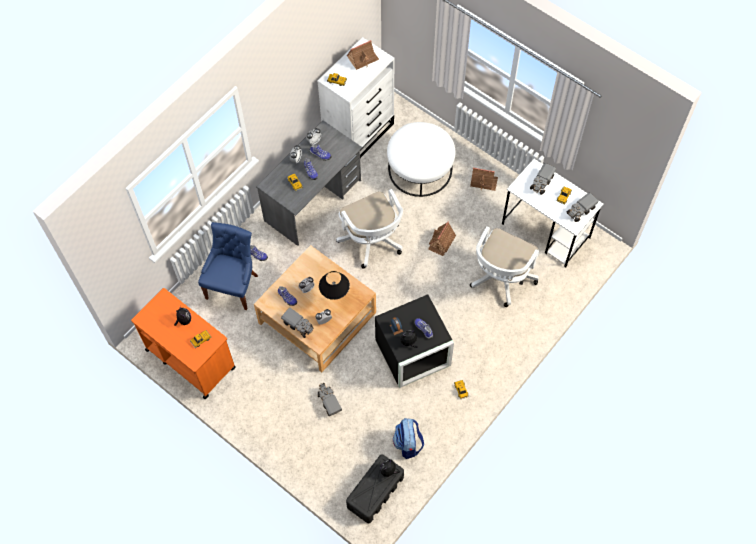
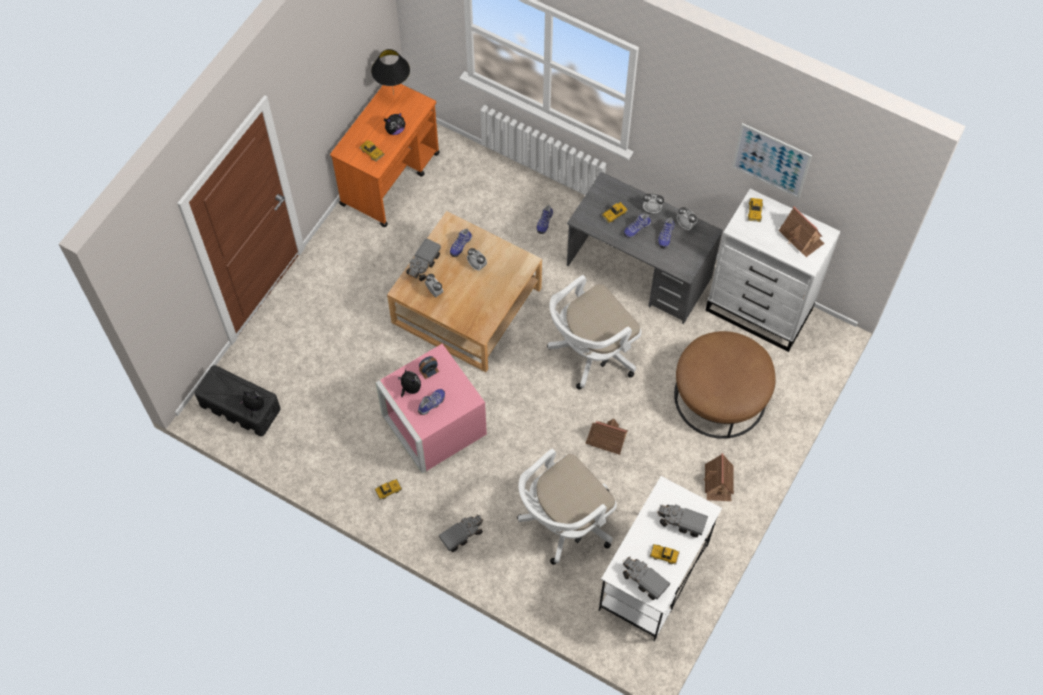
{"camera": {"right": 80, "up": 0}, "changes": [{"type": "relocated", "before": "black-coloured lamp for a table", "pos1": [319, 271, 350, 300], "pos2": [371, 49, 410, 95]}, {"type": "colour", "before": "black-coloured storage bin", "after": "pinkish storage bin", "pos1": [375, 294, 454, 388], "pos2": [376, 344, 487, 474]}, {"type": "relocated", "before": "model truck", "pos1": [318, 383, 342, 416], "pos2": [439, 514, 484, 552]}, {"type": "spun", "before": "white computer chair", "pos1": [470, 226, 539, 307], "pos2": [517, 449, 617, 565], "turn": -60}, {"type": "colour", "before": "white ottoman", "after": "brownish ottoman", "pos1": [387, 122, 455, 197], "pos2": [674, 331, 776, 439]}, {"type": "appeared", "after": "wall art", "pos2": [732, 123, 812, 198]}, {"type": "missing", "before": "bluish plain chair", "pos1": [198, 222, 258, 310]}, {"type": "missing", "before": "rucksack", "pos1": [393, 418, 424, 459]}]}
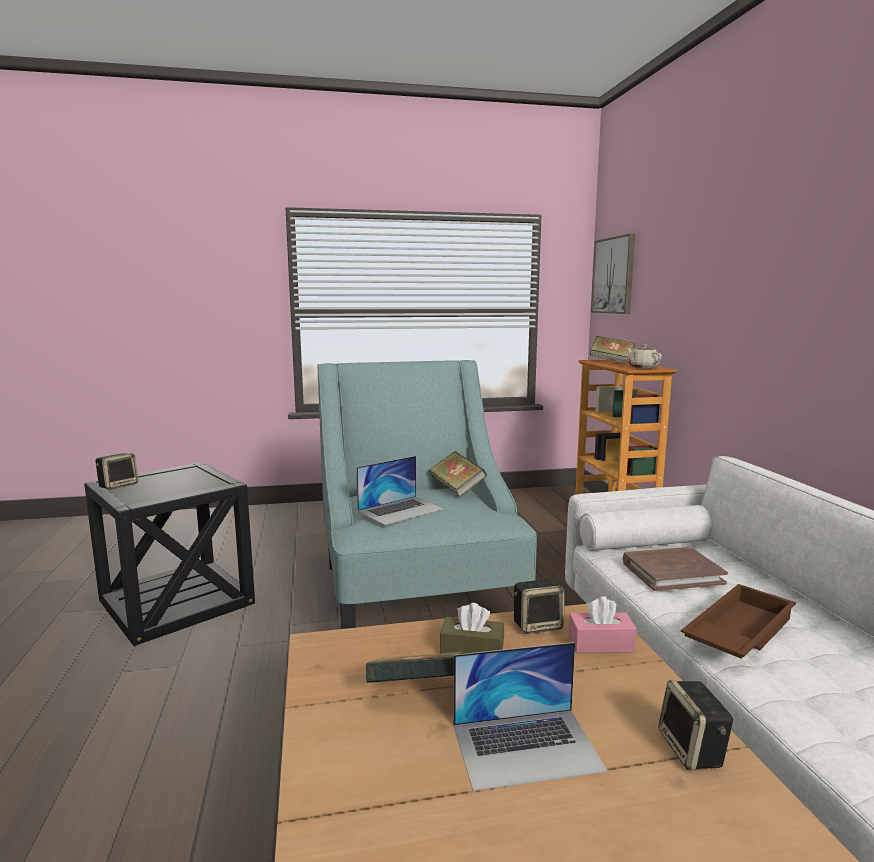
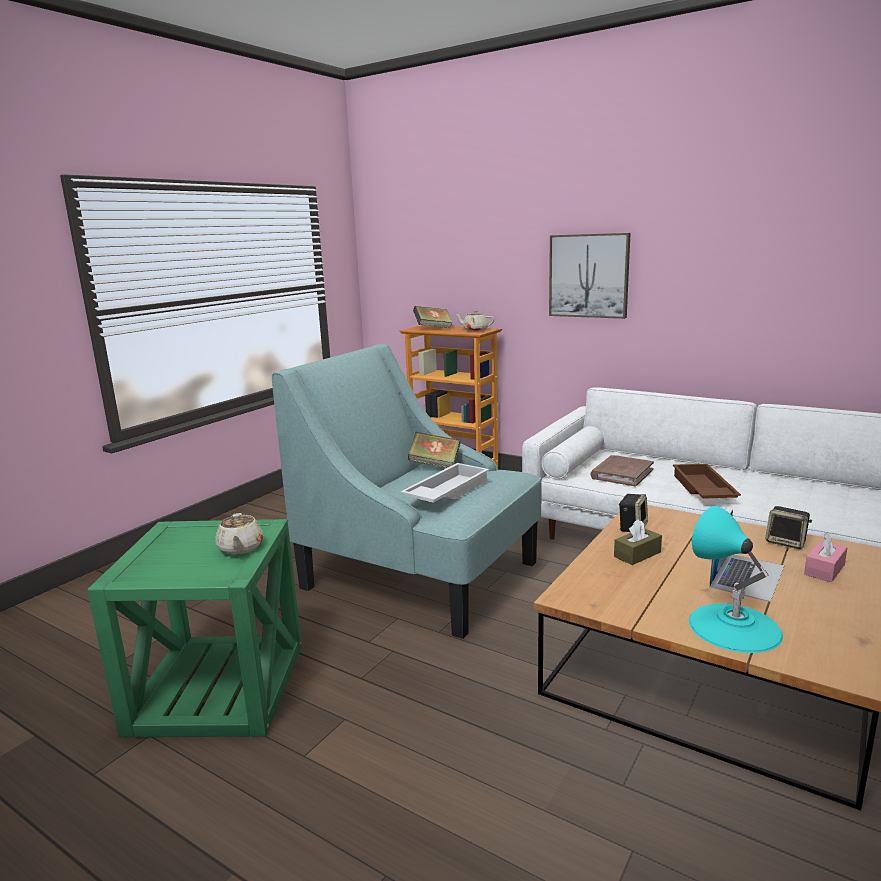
{"camera": {"right": -45, "up": 5}, "changes": [{"type": "colour", "before": "black-coloured end table", "after": "greenish end table", "pos1": [84, 462, 255, 646], "pos2": [87, 519, 302, 737]}, {"type": "appeared", "after": "beige tea pot", "pos2": [215, 513, 264, 555]}, {"type": "exchanged", "before": "portable computer", "after": "white serving tray", "pos1": [356, 456, 444, 525], "pos2": [400, 463, 489, 503]}, {"type": "relocated", "before": "wall art", "pos1": [591, 233, 635, 314], "pos2": [549, 233, 630, 319]}, {"type": "appeared", "after": "blue-green lamp for a table", "pos2": [689, 506, 783, 653]}, {"type": "relocated", "before": "pinkish tissue holder", "pos1": [568, 596, 637, 653], "pos2": [804, 532, 848, 582]}, {"type": "missing", "before": "speaker", "pos1": [95, 453, 138, 490]}, {"type": "missing", "before": "bound book", "pos1": [366, 651, 466, 683]}]}
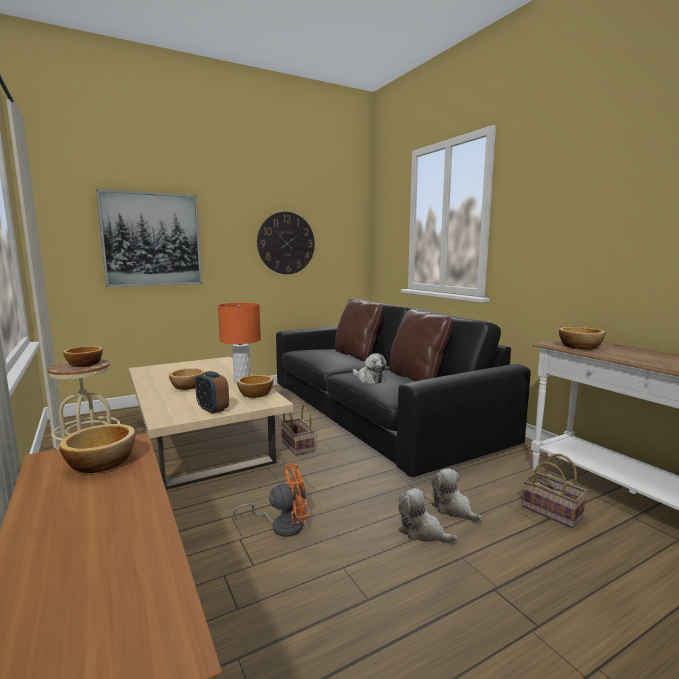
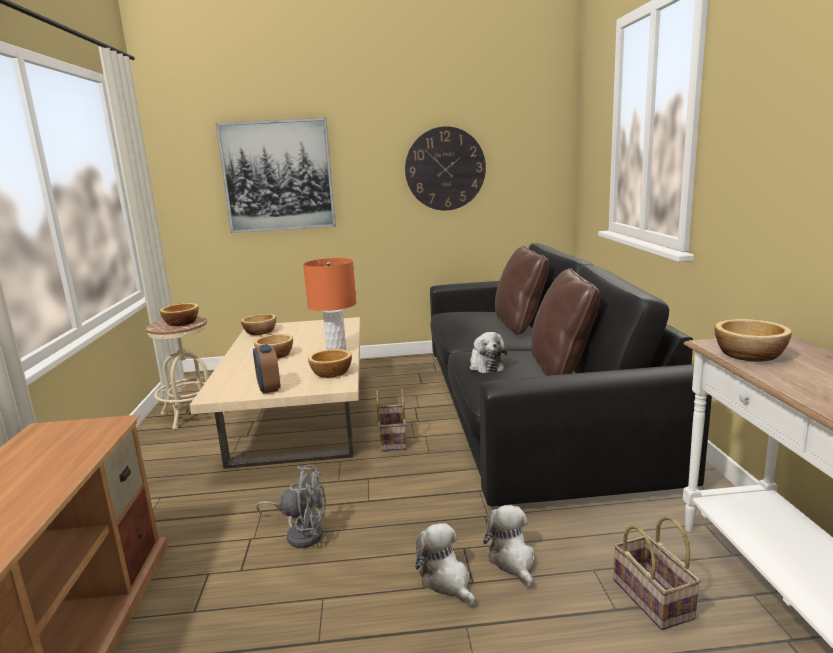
{"camera": {"right": 25, "up": 5}, "changes": [{"type": "relocated", "before": "serving bowl", "pos1": [59, 424, 135, 473], "pos2": [241, 314, 276, 335]}, {"type": "colour", "before": "orange cooling fan", "after": "gray cooling fan", "pos1": [233, 463, 311, 537], "pos2": [256, 465, 326, 548]}]}
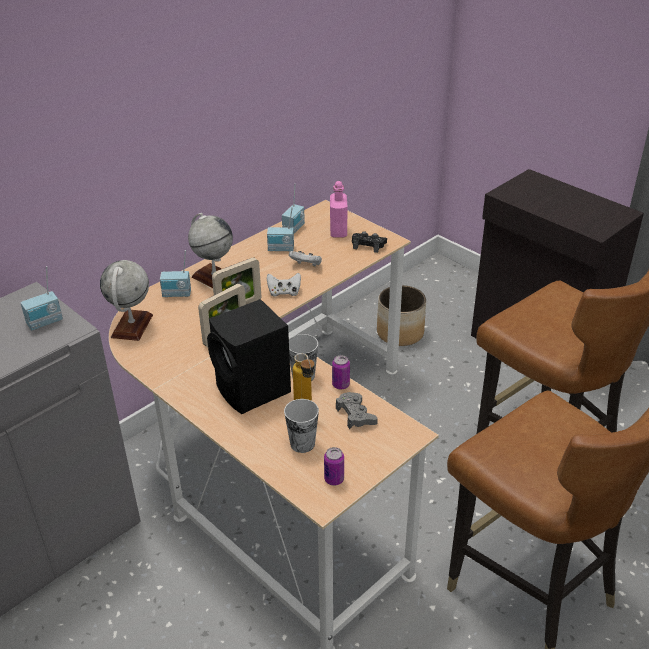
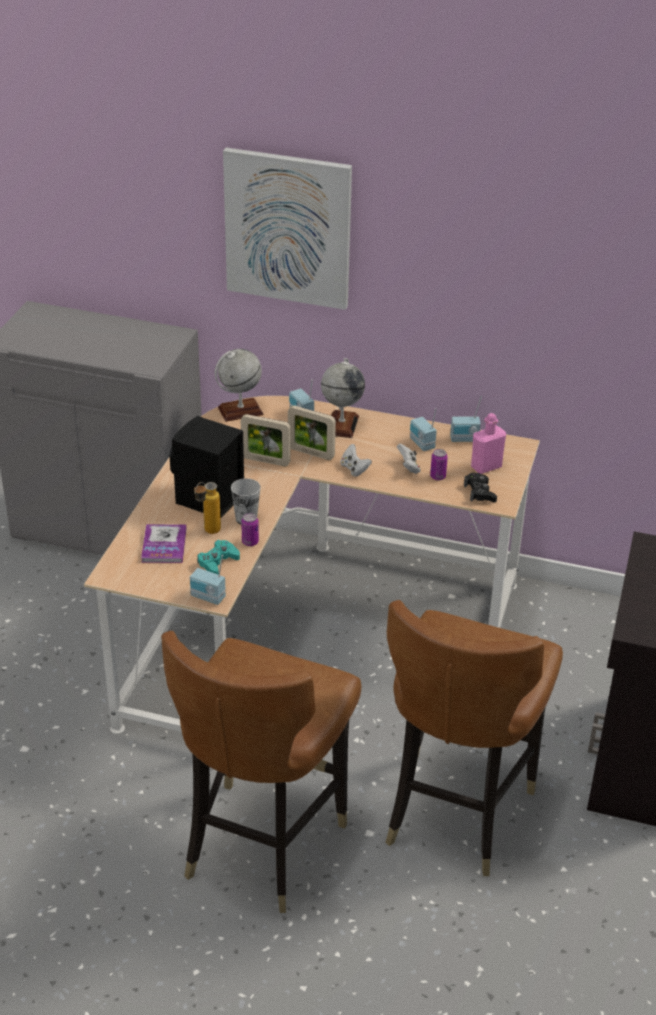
{"camera": {"right": 60, "up": 0}, "changes": [{"type": "exchanged", "before": "drinking cup", "after": "bound book", "pos1": [284, 399, 319, 453], "pos2": [141, 524, 186, 563]}, {"type": "relocated", "before": "radio set", "pos1": [20, 266, 63, 331], "pos2": [190, 555, 226, 605]}, {"type": "colour", "before": "gray gamepad", "after": "blue-green gamepad", "pos1": [336, 392, 378, 429], "pos2": [197, 540, 240, 575]}, {"type": "appeared", "after": "wall art", "pos2": [223, 147, 352, 310]}, {"type": "relocated", "before": "sealed can", "pos1": [324, 447, 344, 486], "pos2": [430, 449, 448, 480]}, {"type": "missing", "before": "flower pot", "pos1": [377, 285, 426, 346]}]}
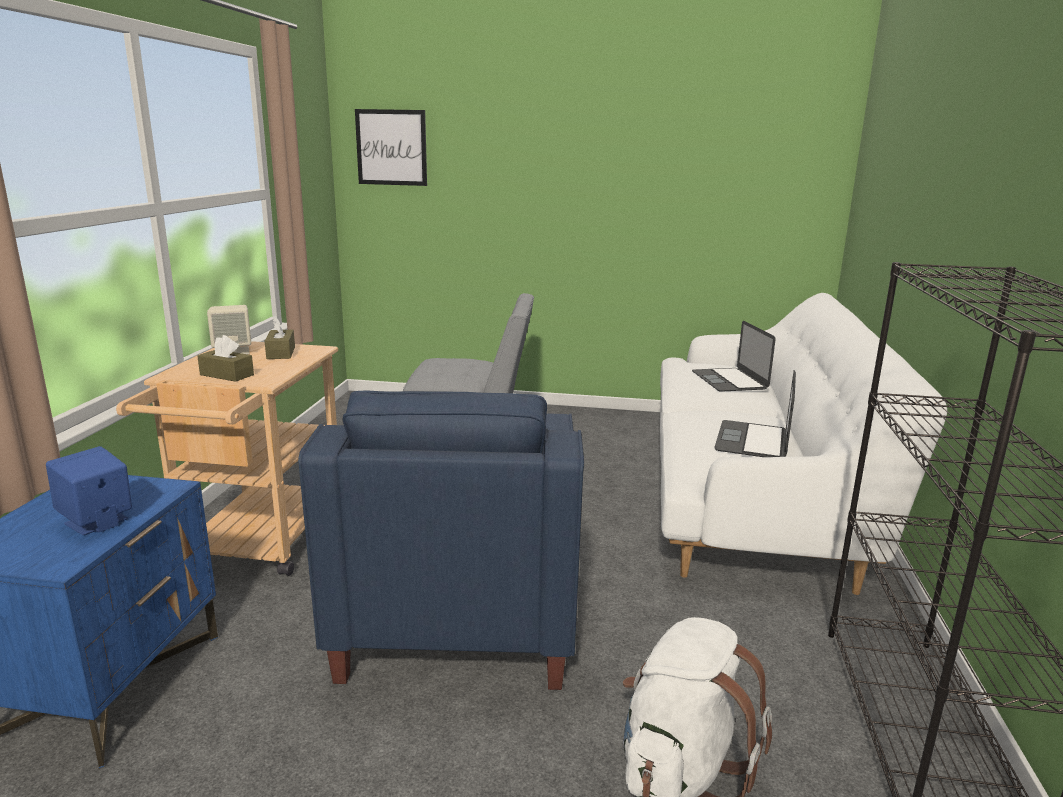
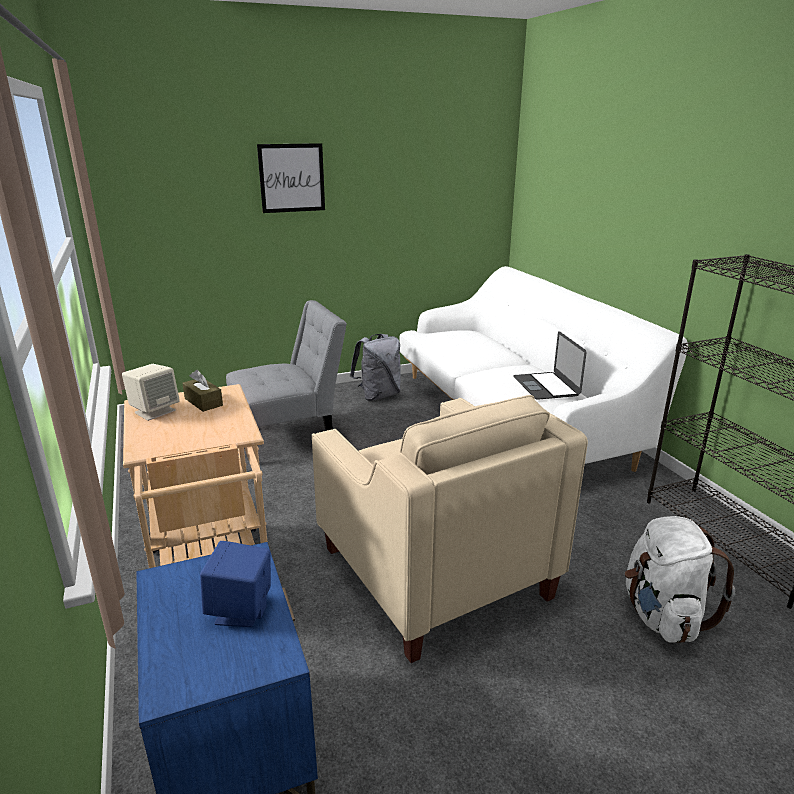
{"camera": {"right": -30, "up": 5}, "changes": [{"type": "relocated", "before": "wall art", "pos1": [355, 109, 427, 186], "pos2": [257, 143, 325, 213]}, {"type": "colour", "before": "bluish easy chair", "after": "beige easy chair", "pos1": [298, 391, 584, 690], "pos2": [312, 395, 588, 663]}, {"type": "appeared", "after": "gray rucksack", "pos2": [350, 334, 401, 401]}, {"type": "missing", "before": "brownish tissue holder", "pos1": [197, 335, 254, 382]}, {"type": "missing", "before": "portable computer", "pos1": [692, 321, 776, 392]}]}
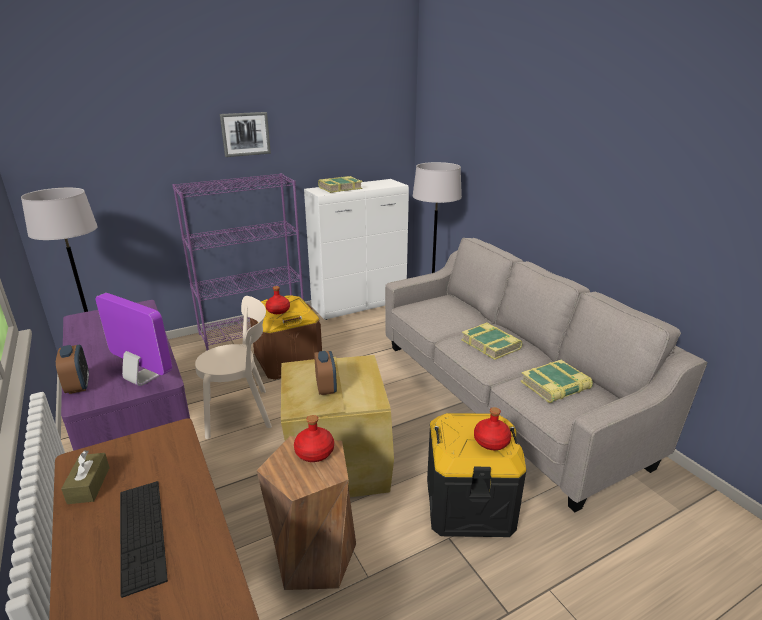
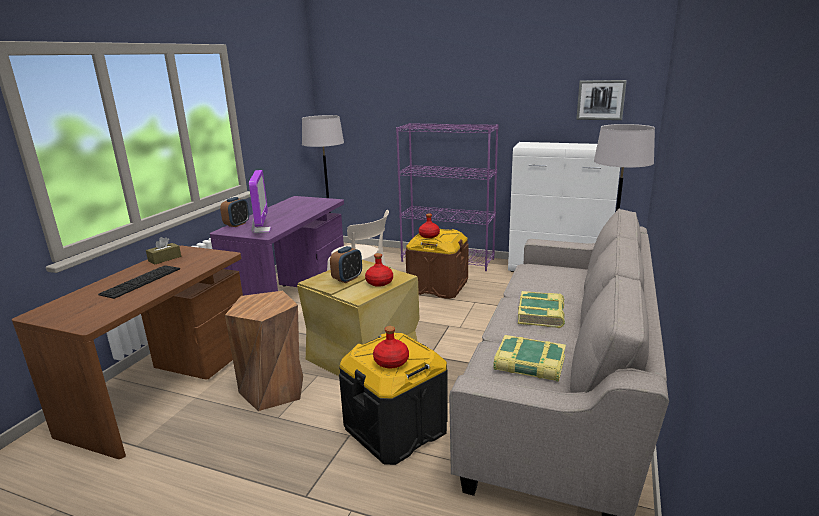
{"camera": {"right": 50, "up": -5}, "changes": [{"type": "relocated", "before": "red-coloured beverage bottle", "pos1": [294, 415, 334, 462], "pos2": [365, 253, 393, 287]}, {"type": "relocated", "before": "wall art", "pos1": [220, 112, 271, 157], "pos2": [576, 80, 627, 120]}, {"type": "missing", "before": "bound book", "pos1": [318, 176, 363, 193]}]}
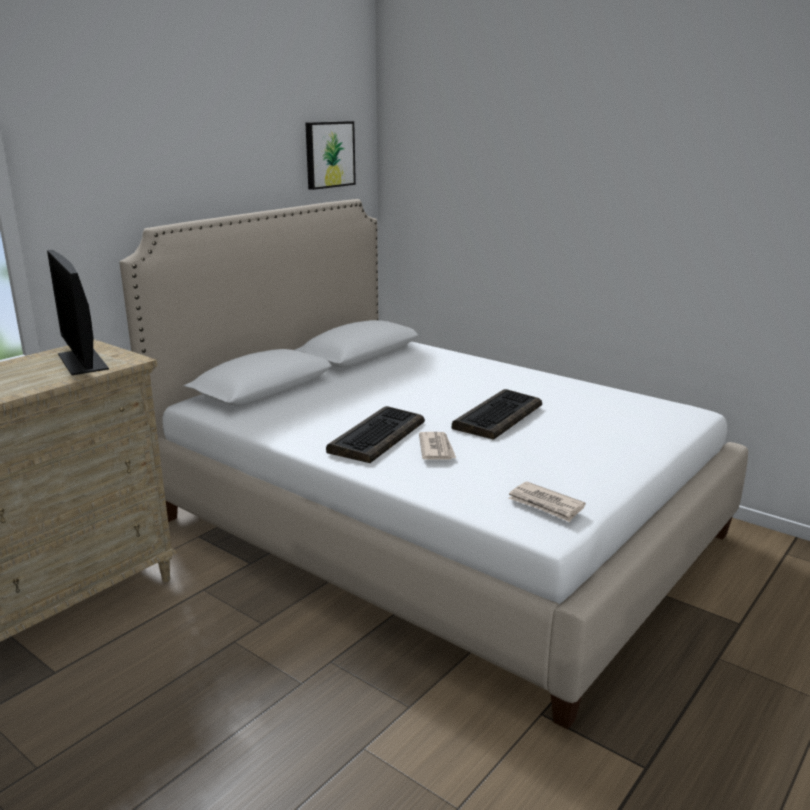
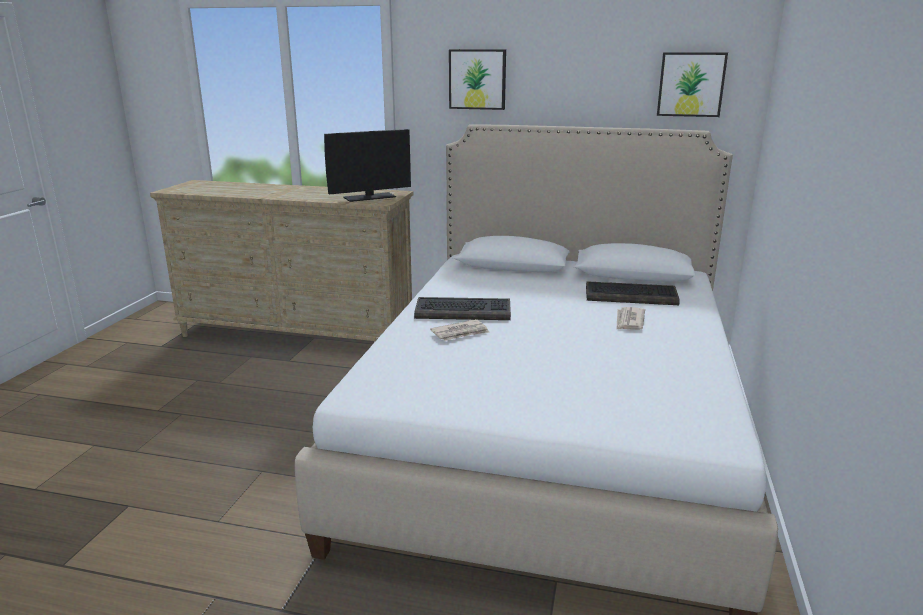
{"camera": {"right": 65, "up": 0}, "changes": [{"type": "spun", "before": "computer display", "pos1": [47, 250, 109, 375], "pos2": [324, 129, 411, 202], "turn": -150}, {"type": "appeared", "after": "wall art", "pos2": [449, 49, 506, 110]}, {"type": "relocated", "before": "PC keyboard", "pos1": [452, 389, 542, 440], "pos2": [586, 281, 679, 305]}, {"type": "relocated", "before": "daily paper", "pos1": [508, 482, 586, 522], "pos2": [616, 307, 645, 330]}]}
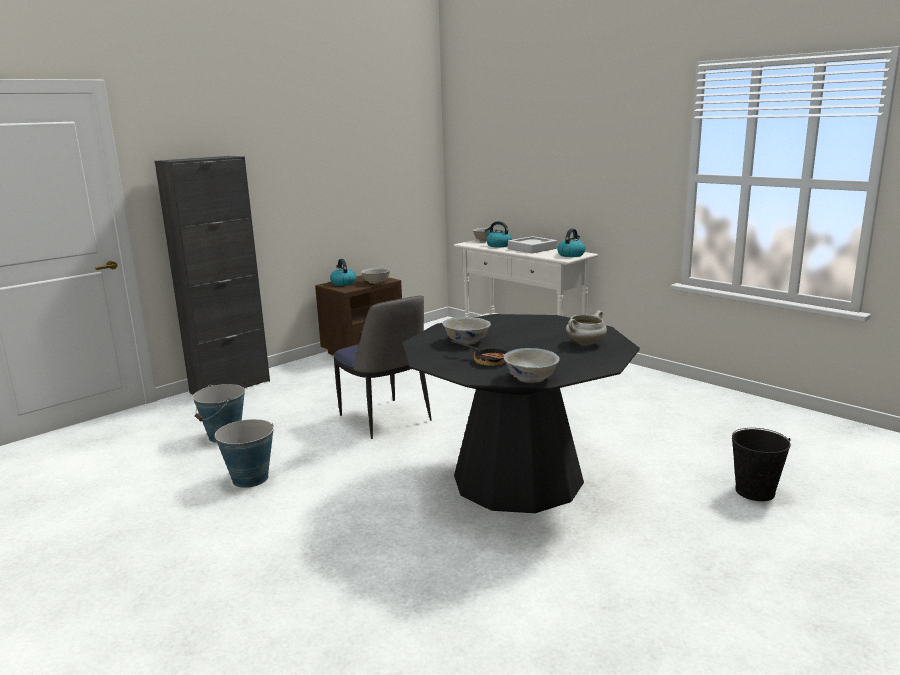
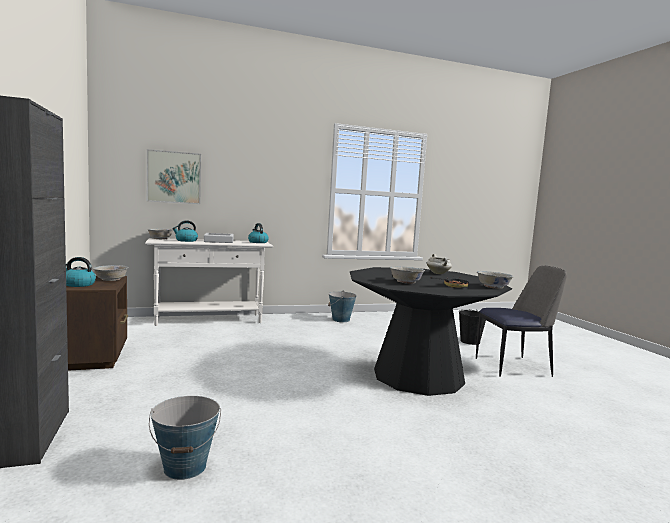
{"camera": {"right": -65, "up": -10}, "changes": [{"type": "appeared", "after": "wall art", "pos2": [147, 149, 201, 204]}, {"type": "relocated", "before": "bucket", "pos1": [214, 419, 274, 488], "pos2": [328, 291, 357, 322]}, {"type": "relocated", "before": "plain chair", "pos1": [333, 295, 432, 439], "pos2": [476, 266, 567, 377]}]}
